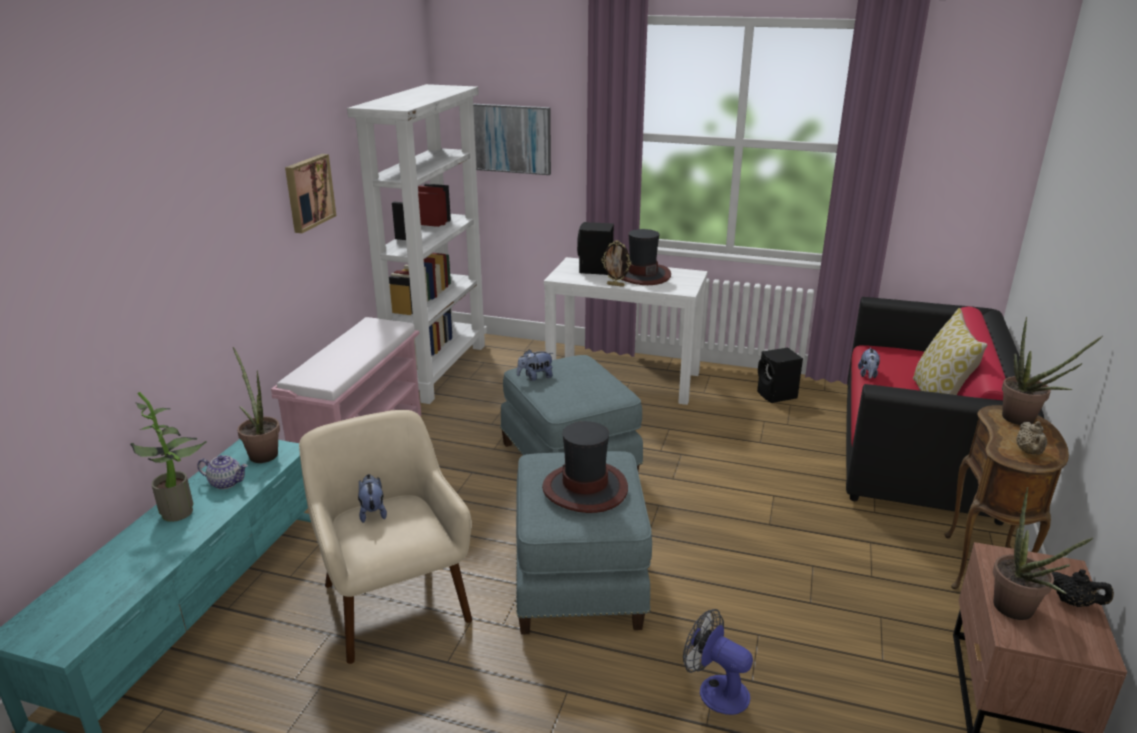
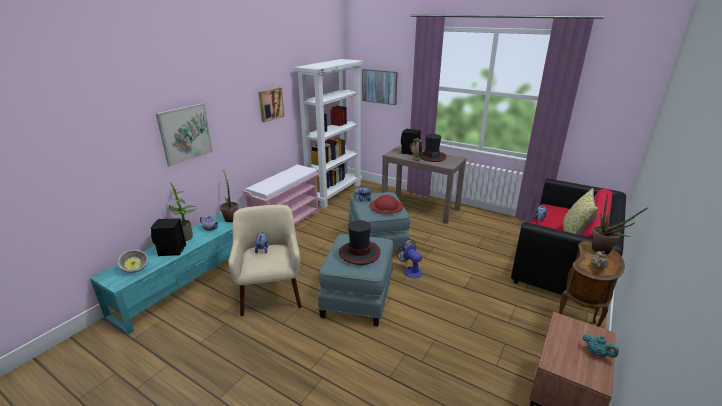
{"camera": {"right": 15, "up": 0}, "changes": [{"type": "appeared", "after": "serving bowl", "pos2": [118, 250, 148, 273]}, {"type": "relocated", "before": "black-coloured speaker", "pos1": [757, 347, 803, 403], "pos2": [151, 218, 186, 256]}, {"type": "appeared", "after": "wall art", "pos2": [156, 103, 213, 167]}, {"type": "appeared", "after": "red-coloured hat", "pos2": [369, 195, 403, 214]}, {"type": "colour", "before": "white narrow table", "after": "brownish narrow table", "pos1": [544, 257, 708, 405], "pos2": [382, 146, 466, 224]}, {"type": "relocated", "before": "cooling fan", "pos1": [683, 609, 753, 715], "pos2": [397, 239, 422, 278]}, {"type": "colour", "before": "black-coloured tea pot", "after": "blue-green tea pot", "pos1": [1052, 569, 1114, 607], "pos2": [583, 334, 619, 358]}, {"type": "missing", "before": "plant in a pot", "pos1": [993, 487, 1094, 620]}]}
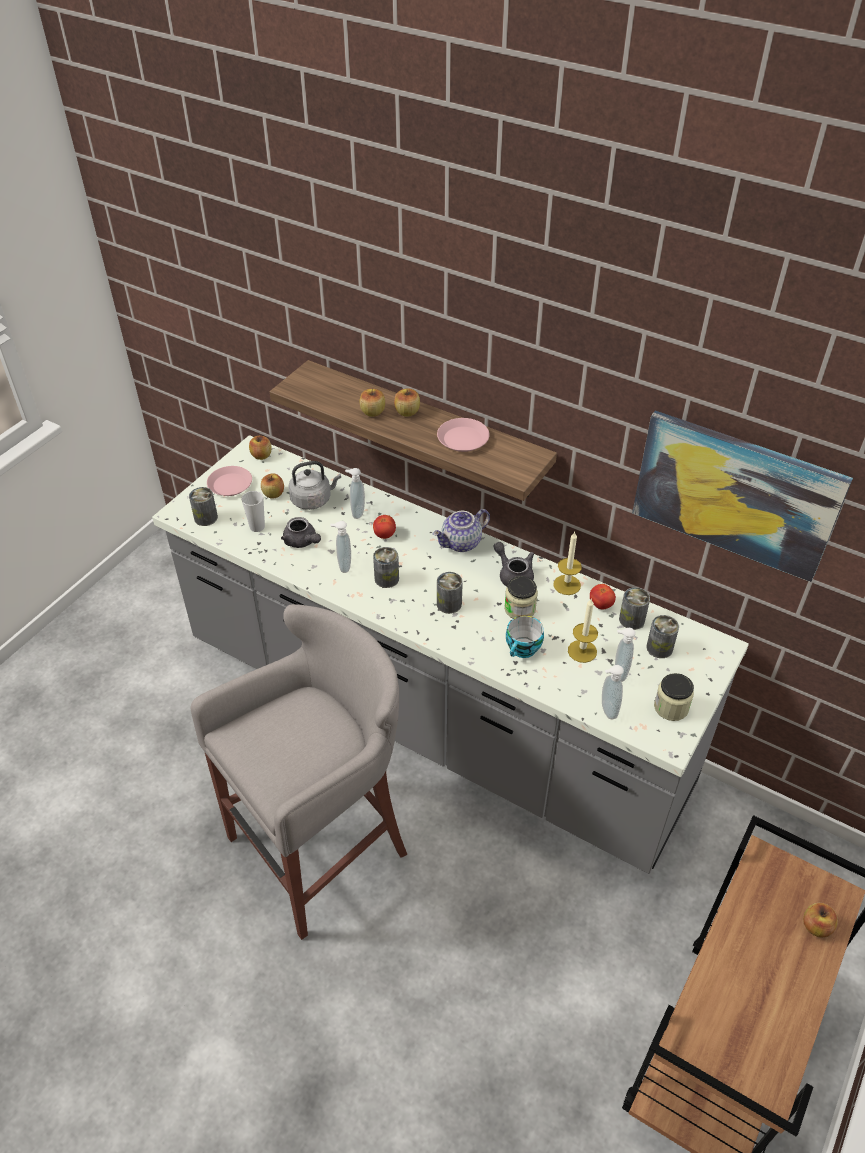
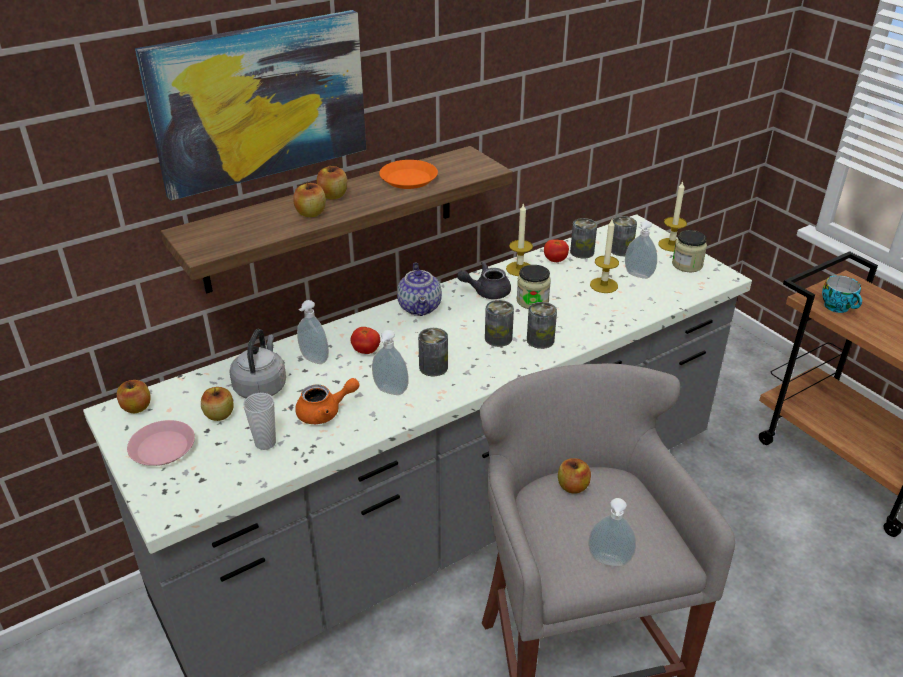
{"camera": {"right": -65, "up": -10}, "changes": [{"type": "relocated", "before": "wall art", "pos1": [632, 410, 853, 582], "pos2": [135, 10, 366, 201]}, {"type": "colour", "before": "gray tea pot", "after": "orange tea pot", "pos1": [281, 517, 321, 548], "pos2": [295, 378, 360, 424]}, {"type": "colour", "before": "pinkish plate", "after": "orange plate", "pos1": [437, 418, 490, 452], "pos2": [379, 160, 438, 189]}, {"type": "relocated", "before": "sealed can", "pos1": [189, 487, 218, 526], "pos2": [527, 302, 557, 349]}, {"type": "relocated", "before": "whole apple", "pos1": [803, 903, 838, 938], "pos2": [558, 458, 591, 494]}, {"type": "relocated", "before": "soap bottle", "pos1": [602, 665, 624, 720], "pos2": [588, 498, 636, 567]}, {"type": "appeared", "after": "candle", "pos2": [658, 181, 687, 252]}, {"type": "relocated", "before": "drinking cup", "pos1": [506, 616, 544, 658], "pos2": [822, 275, 862, 313]}]}
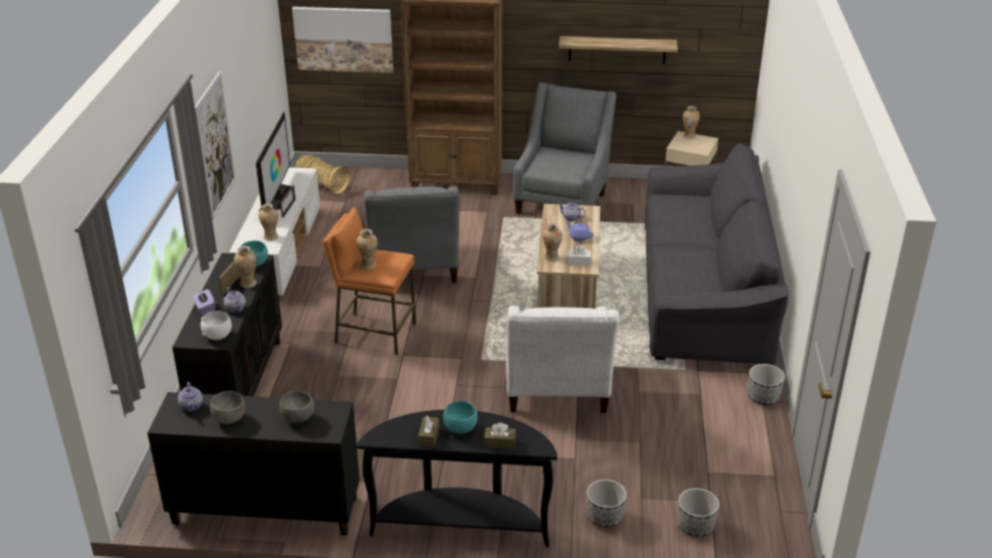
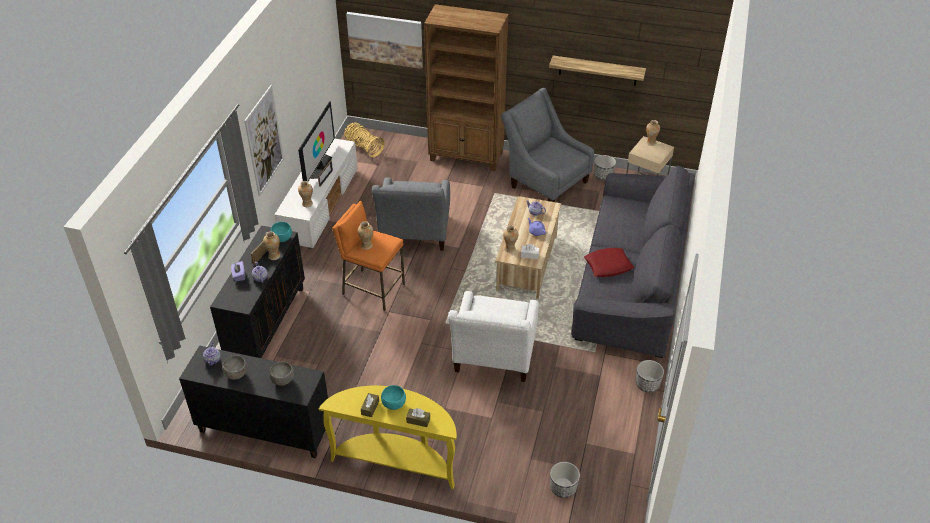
{"camera": {"right": 10, "up": 10}, "changes": [{"type": "colour", "before": "black-coloured narrow table", "after": "yellow-coloured narrow table", "pos1": [357, 410, 557, 547], "pos2": [319, 386, 457, 489]}, {"type": "spun", "before": "gray easy chair", "pos1": [513, 82, 616, 214], "pos2": [501, 88, 594, 202], "turn": -75}, {"type": "appeared", "after": "red-coloured throw pillow", "pos2": [584, 248, 634, 277]}, {"type": "relocated", "before": "flower pot", "pos1": [586, 479, 627, 528], "pos2": [594, 155, 616, 180]}, {"type": "missing", "before": "white serving bowl", "pos1": [200, 311, 232, 340]}]}
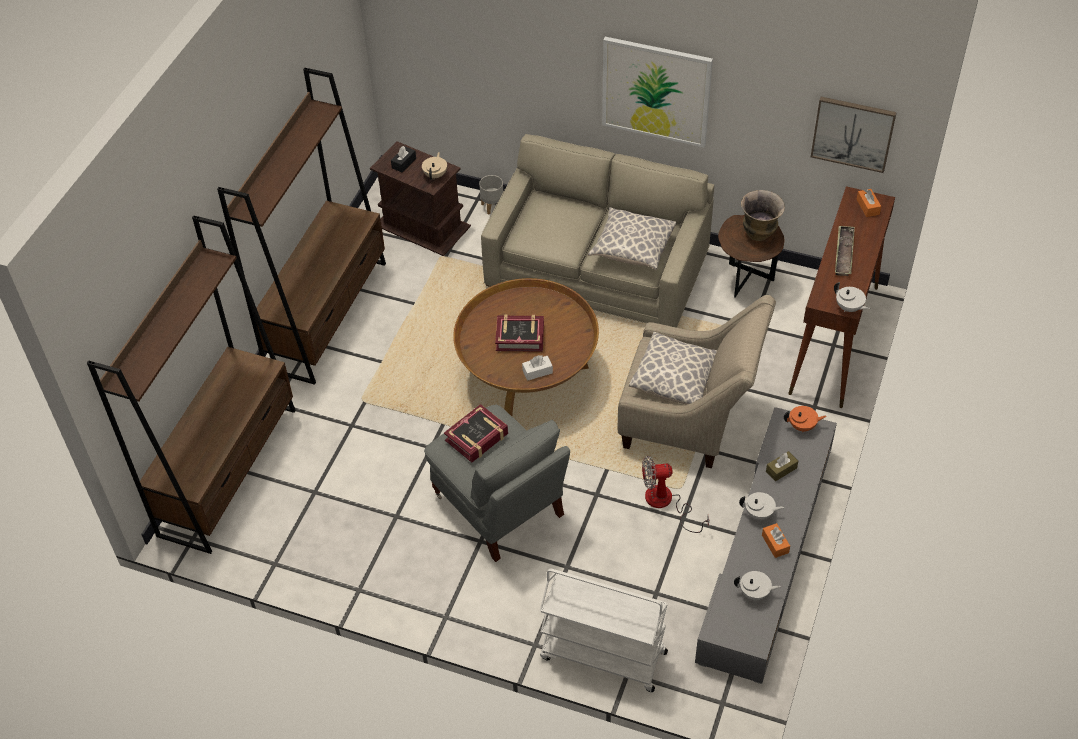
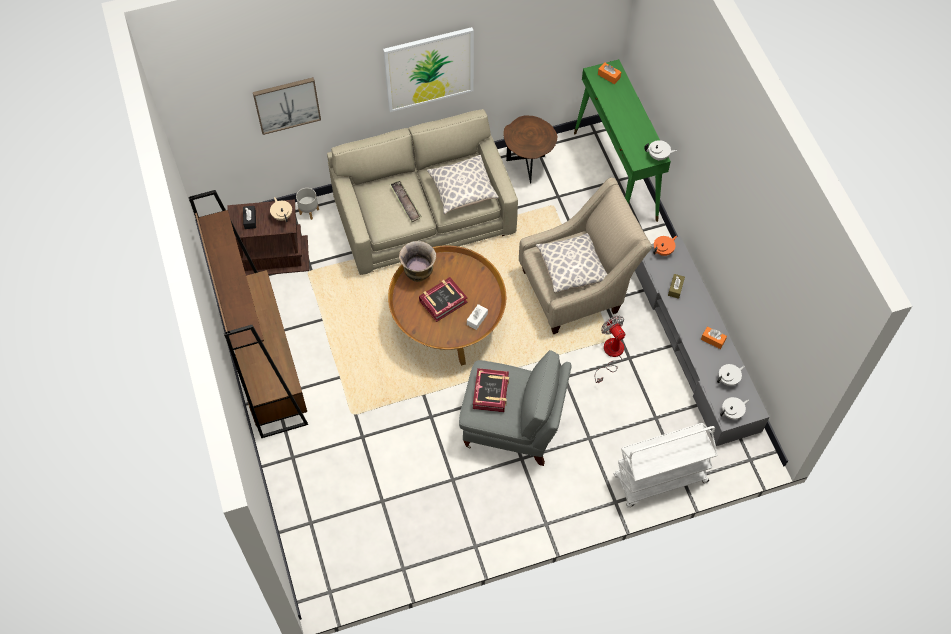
{"camera": {"right": -40, "up": 10}, "changes": [{"type": "relocated", "before": "wall art", "pos1": [811, 97, 897, 173], "pos2": [253, 77, 321, 135]}, {"type": "relocated", "before": "serving tray", "pos1": [835, 226, 855, 276], "pos2": [389, 180, 422, 223]}, {"type": "relocated", "before": "flower vase", "pos1": [741, 190, 785, 241], "pos2": [399, 241, 436, 282]}, {"type": "colour", "before": "brownish narrow table", "after": "greenish narrow table", "pos1": [788, 186, 895, 408], "pos2": [574, 59, 671, 222]}, {"type": "spun", "before": "cooling fan", "pos1": [642, 456, 709, 533], "pos2": [595, 316, 625, 383], "turn": 105}, {"type": "relocated", "before": "white tea pot", "pos1": [739, 492, 784, 520], "pos2": [720, 397, 749, 420]}, {"type": "missing", "before": "brownish bookcase", "pos1": [87, 215, 296, 554]}]}
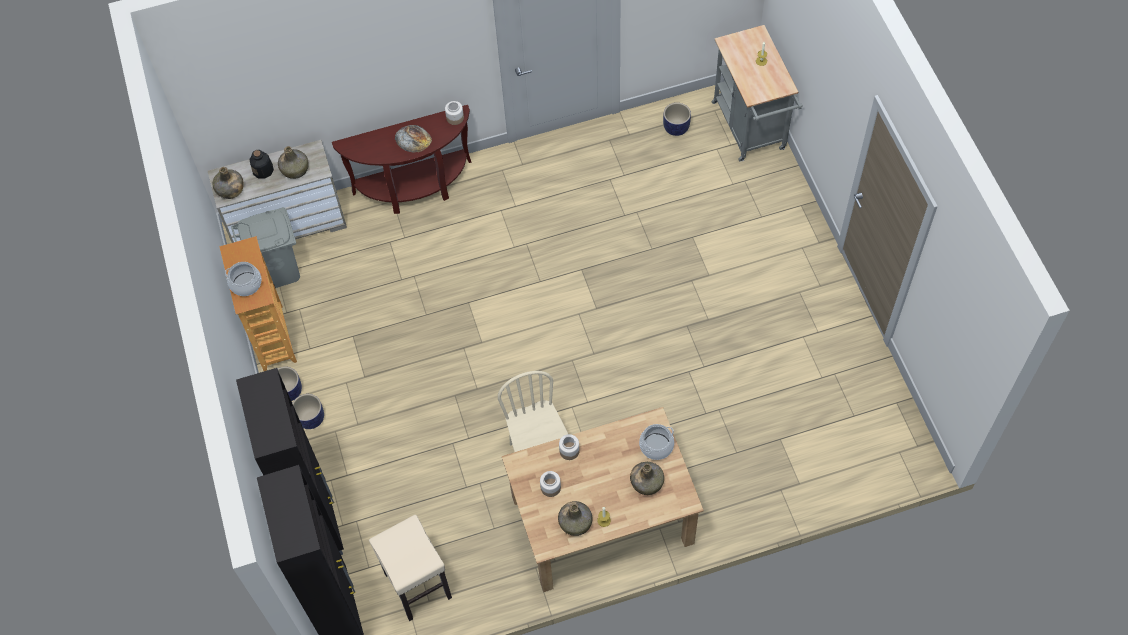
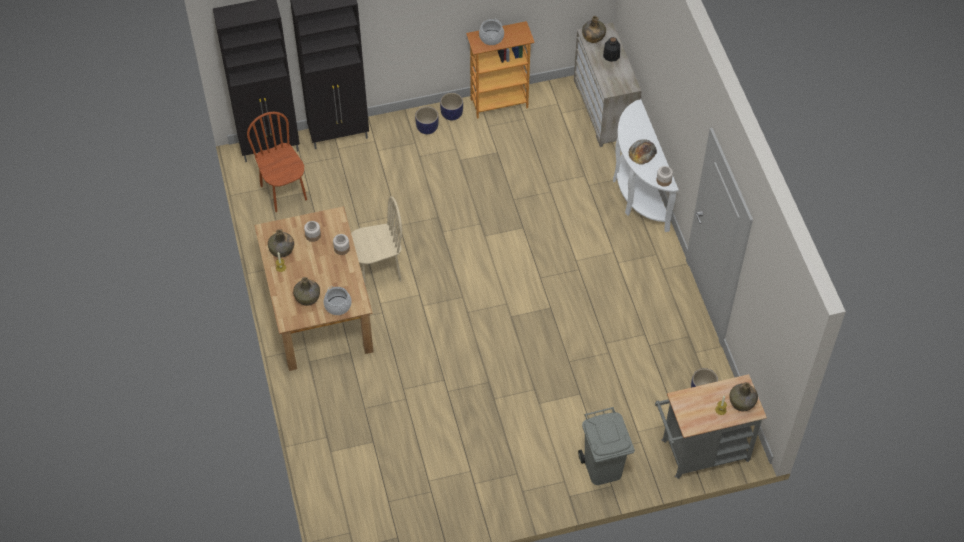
{"camera": {"right": 90, "up": -5}, "changes": [{"type": "exchanged", "before": "beige sitting stool", "after": "brownish plain chair", "pos1": [369, 515, 452, 621], "pos2": [247, 112, 307, 212]}, {"type": "relocated", "before": "gray rubbish bin", "pos1": [231, 207, 300, 288], "pos2": [578, 407, 635, 485]}, {"type": "colour", "before": "brownish narrow table", "after": "white narrow table", "pos1": [332, 105, 471, 214], "pos2": [613, 99, 679, 232]}, {"type": "relocated", "before": "greenish beverage bottle", "pos1": [278, 146, 309, 179], "pos2": [730, 382, 758, 411]}]}
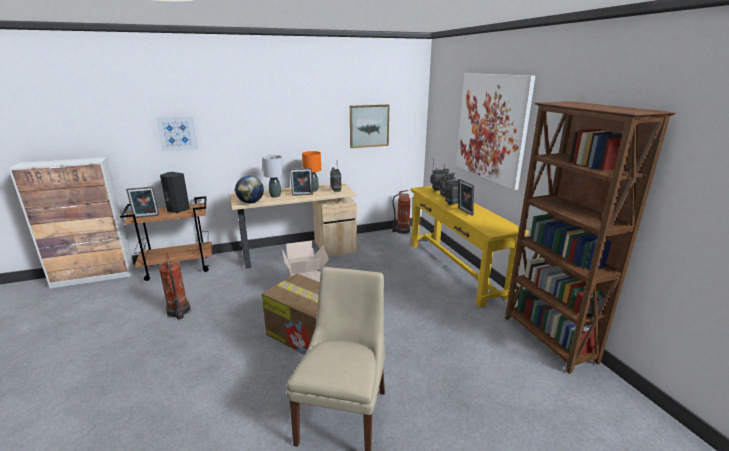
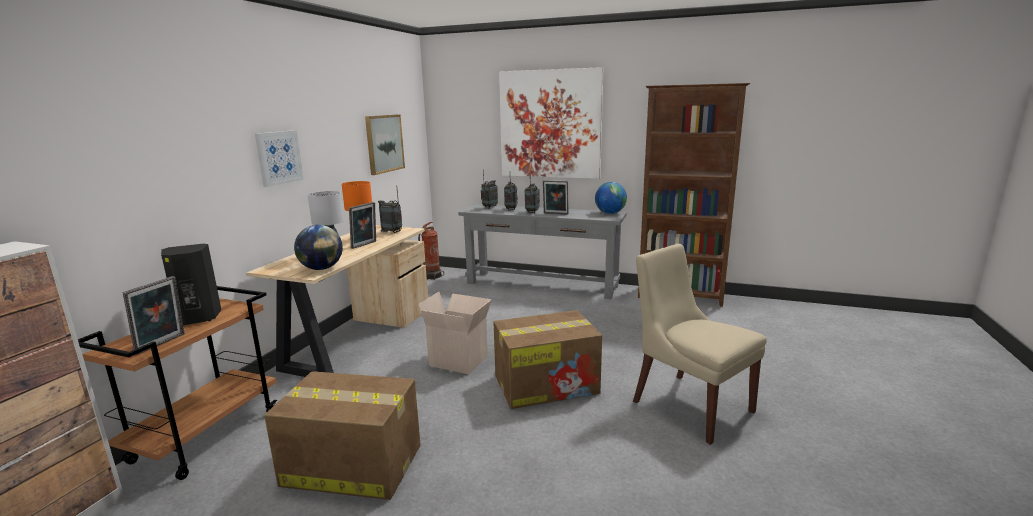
{"camera": {"right": -50, "up": -5}, "changes": [{"type": "relocated", "before": "wall art", "pos1": [156, 116, 198, 152], "pos2": [255, 130, 304, 187]}, {"type": "exchanged", "before": "fire extinguisher", "after": "packing box", "pos1": [159, 252, 191, 319], "pos2": [264, 371, 421, 500]}, {"type": "colour", "before": "yellow-coloured narrow table", "after": "gray narrow table", "pos1": [410, 186, 529, 307], "pos2": [458, 204, 627, 299]}, {"type": "appeared", "after": "world globe", "pos2": [595, 182, 627, 214]}]}
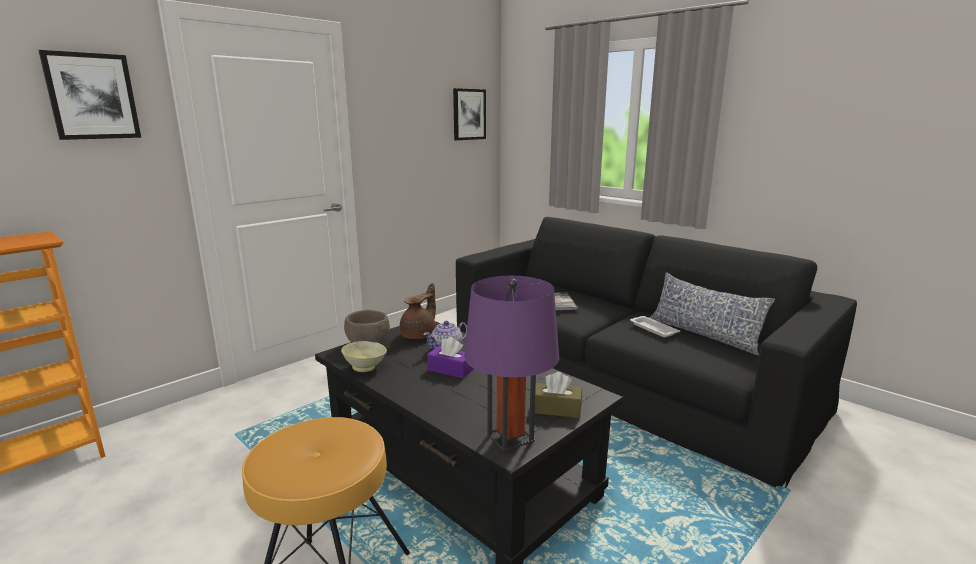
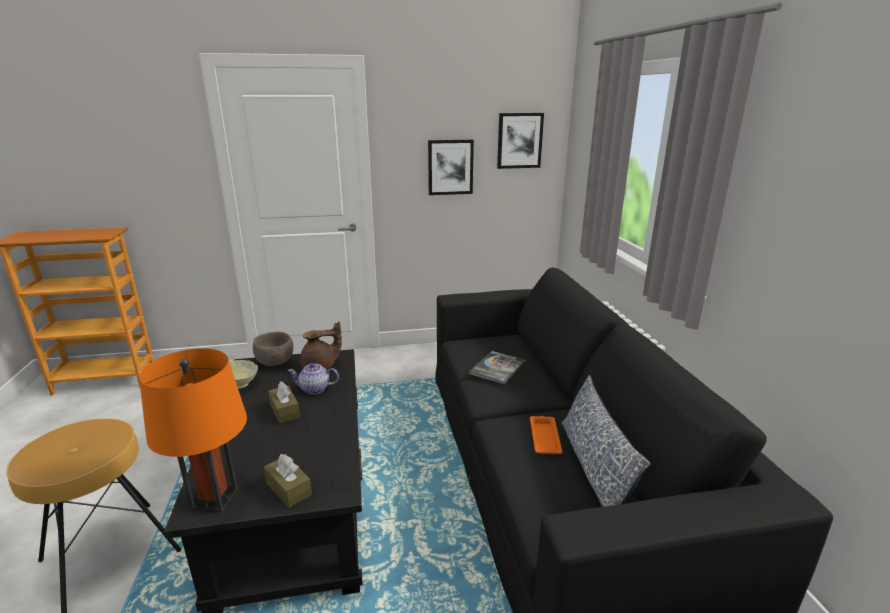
{"camera": {"right": 35, "up": 5}, "changes": [{"type": "colour", "before": "purple-coloured lamp for a table", "after": "orange lamp for a table", "pos1": [464, 276, 560, 452], "pos2": [139, 348, 247, 512]}, {"type": "colour", "before": "purple-coloured tissue holder", "after": "brownish tissue holder", "pos1": [427, 337, 473, 379], "pos2": [268, 382, 300, 424]}, {"type": "relocated", "before": "wall art", "pos1": [38, 50, 141, 140], "pos2": [428, 140, 474, 195]}, {"type": "colour", "before": "white serving tray", "after": "orange serving tray", "pos1": [630, 316, 680, 337], "pos2": [530, 416, 562, 454]}]}
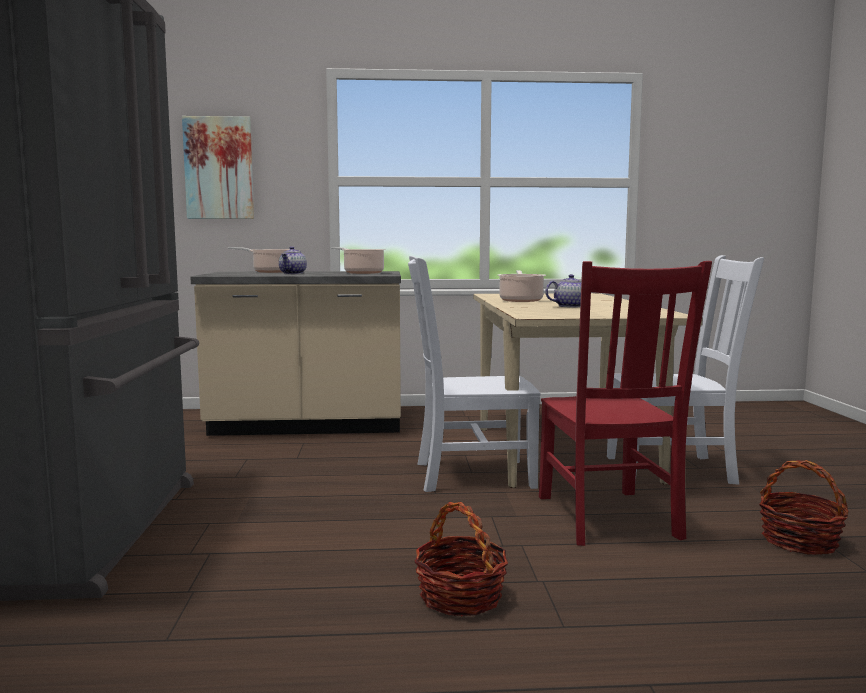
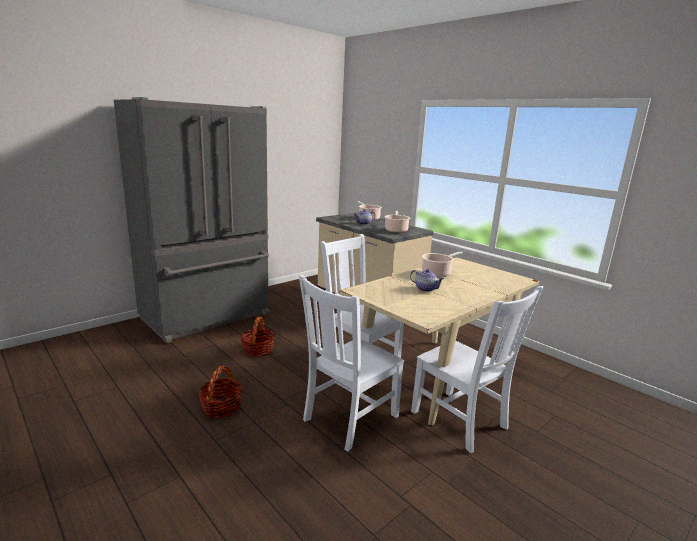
{"camera": {"right": 50, "up": 10}, "changes": [{"type": "relocated", "before": "basket", "pos1": [759, 460, 848, 555], "pos2": [241, 316, 275, 357]}, {"type": "colour", "before": "red-coloured plain chair", "after": "white plain chair", "pos1": [539, 261, 712, 546], "pos2": [299, 275, 404, 452]}, {"type": "missing", "before": "wall art", "pos1": [182, 116, 254, 219]}]}
